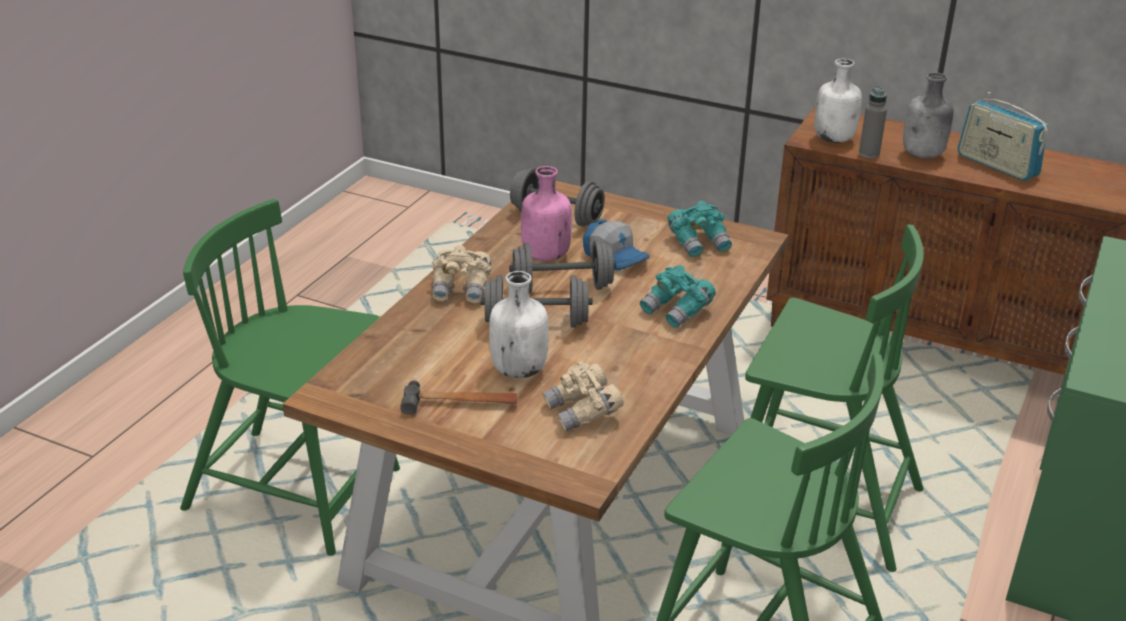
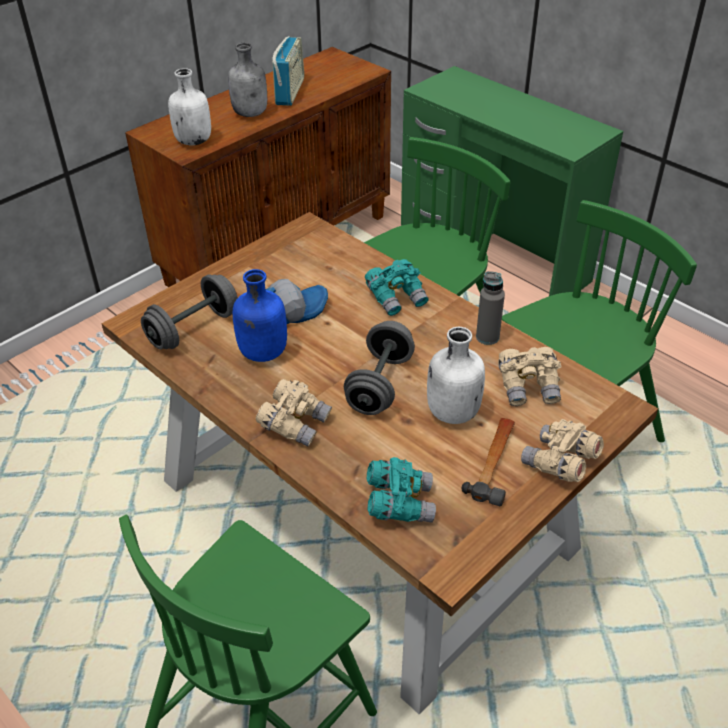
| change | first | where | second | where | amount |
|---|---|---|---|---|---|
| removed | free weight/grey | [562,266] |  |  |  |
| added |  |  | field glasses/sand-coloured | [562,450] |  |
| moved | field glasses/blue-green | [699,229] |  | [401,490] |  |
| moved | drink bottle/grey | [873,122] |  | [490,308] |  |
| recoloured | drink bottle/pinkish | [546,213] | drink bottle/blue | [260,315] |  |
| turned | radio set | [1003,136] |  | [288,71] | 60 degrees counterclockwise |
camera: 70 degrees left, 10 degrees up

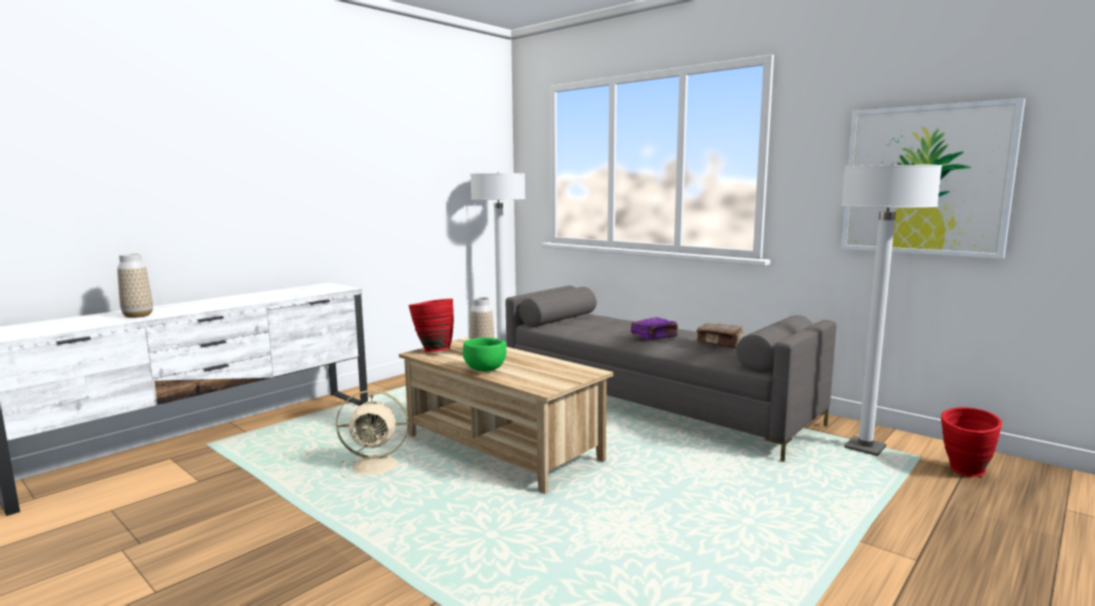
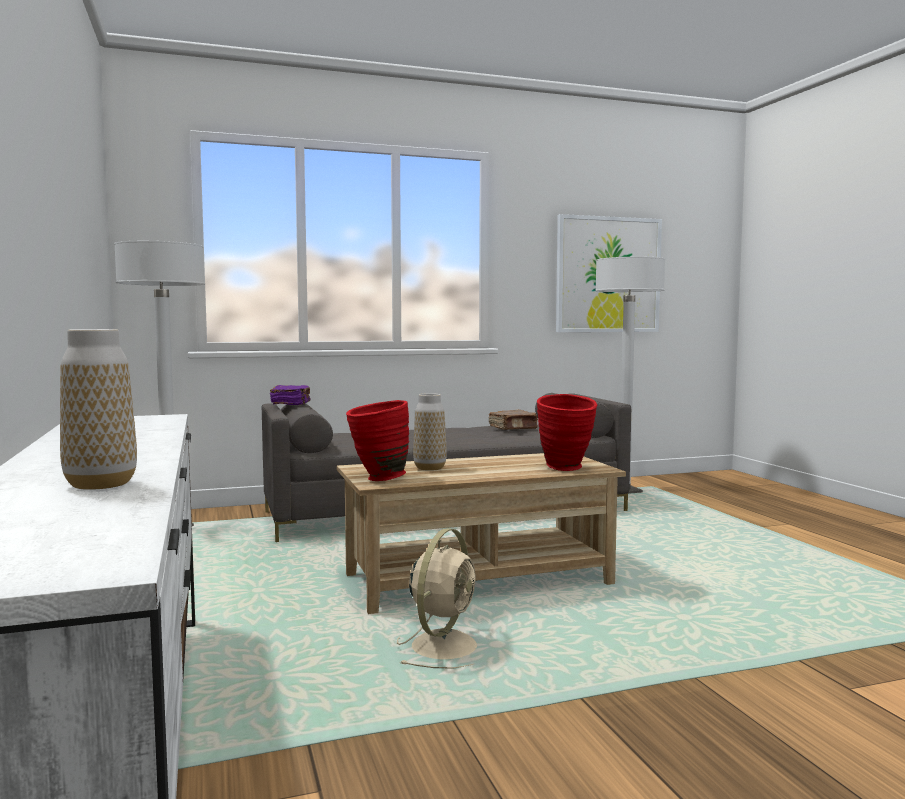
| change | first | where | second | where | amount |
|---|---|---|---|---|---|
| removed | deep dish/green-coloured | [484,354] |  |  |  |
| moved | volume/purplish | [654,328] |  | [290,395] |  |
| moved | vase/red | [971,442] |  | [567,432] |  |
camera: 60 degrees left, 5 degrees down

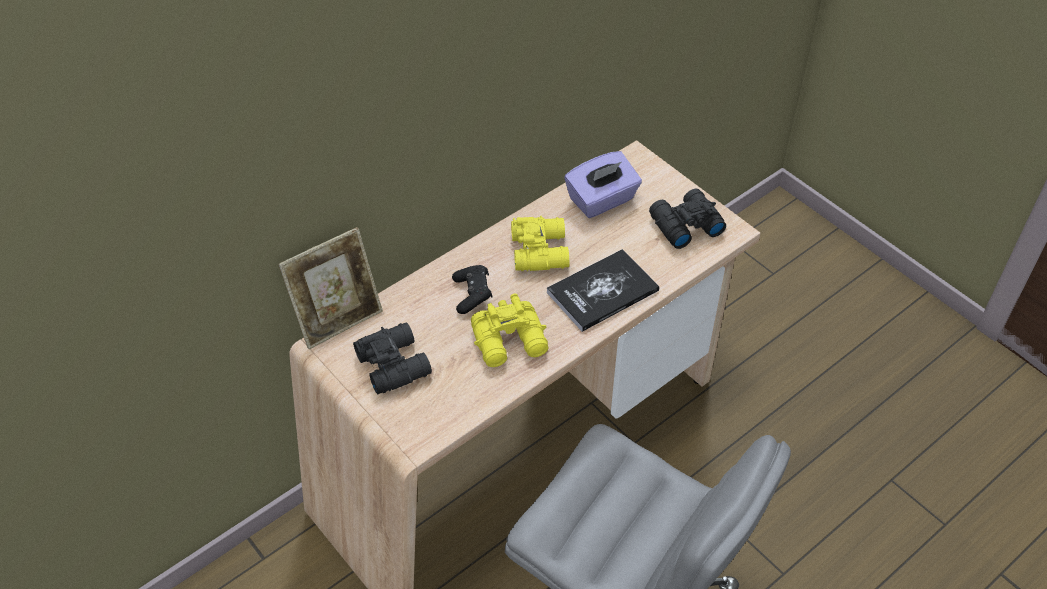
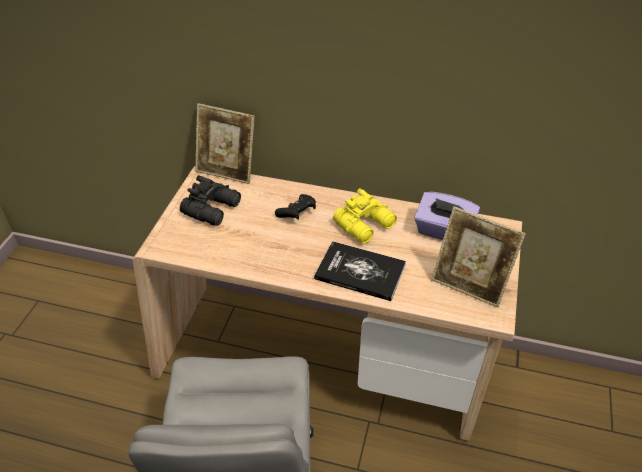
| change | first | where | second | where | amount |
|---|---|---|---|---|---|
| removed | field glasses/yellow-coloured | [509,330] |  |  |  |
| replaced | field glasses/blackish | [687,219] | standing frame | [478,256] |  |
camera: 55 degrees right, 5 degrees down

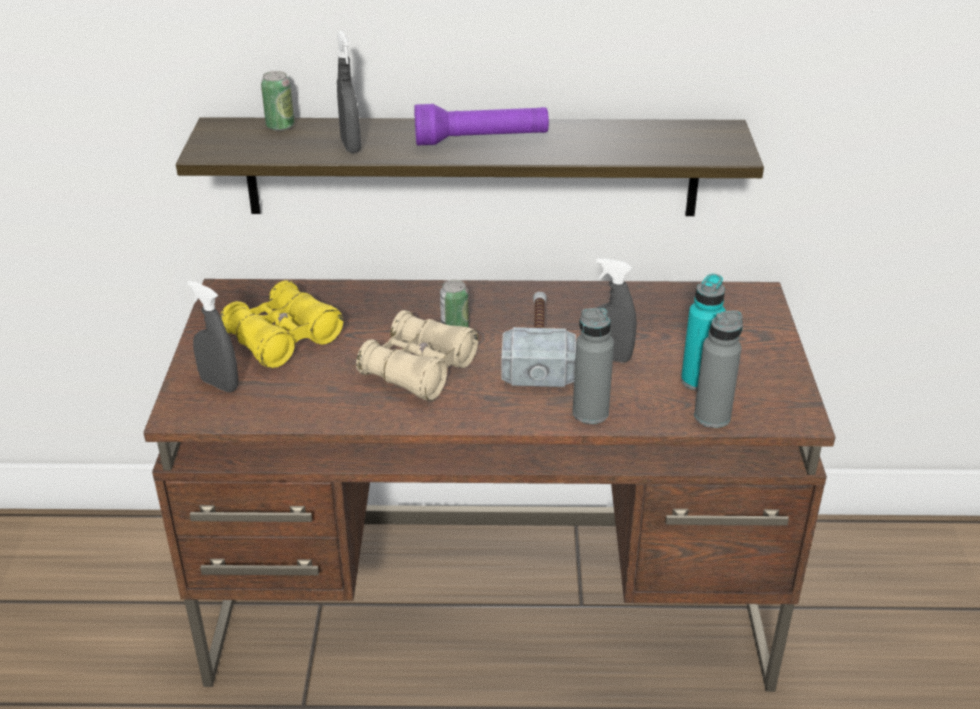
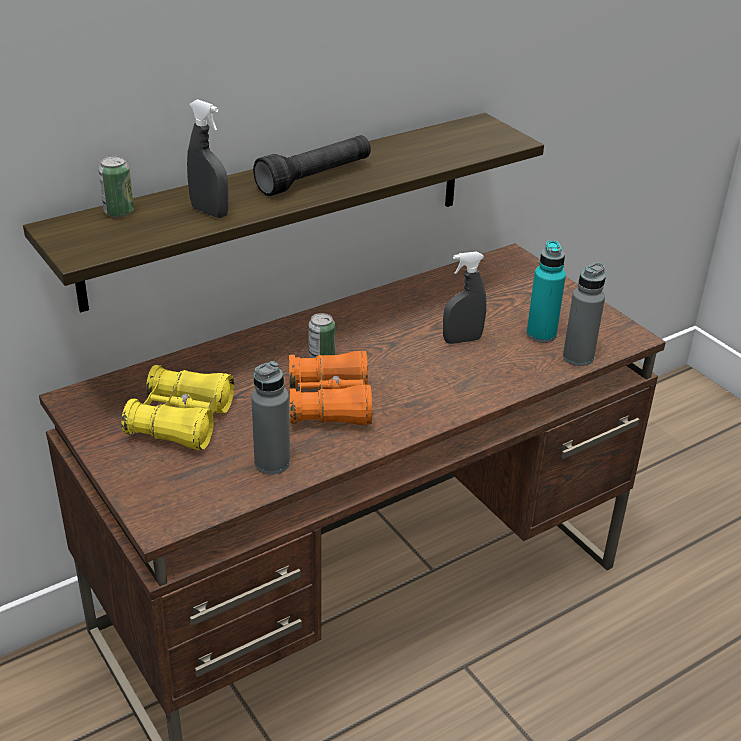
| change | first | where | second | where | amount |
|---|---|---|---|---|---|
| removed | spray bottle/grey | [212,336] |  |  |  |
| removed | hammer | [538,339] |  |  |  |
| moved | drink bottle/grey | [593,366] |  | [270,418] |  |
| recoloured | field glasses/sand-coloured | [417,355] | field glasses/orangey | [330,387] |  |
| recoloured | hand torch/purplish | [481,124] | hand torch/blackish | [312,165] |  |
camera: 35 degrees left, 0 degrees up

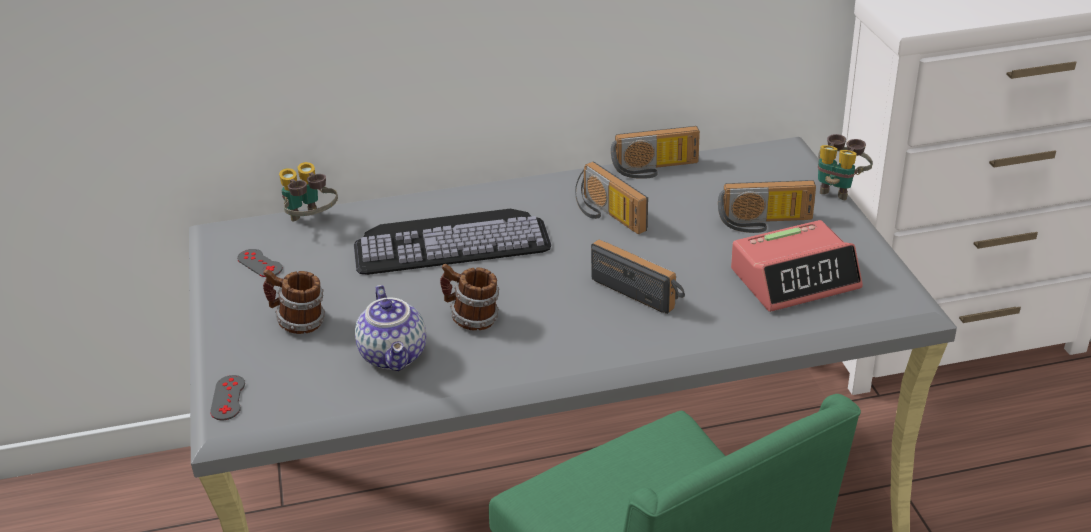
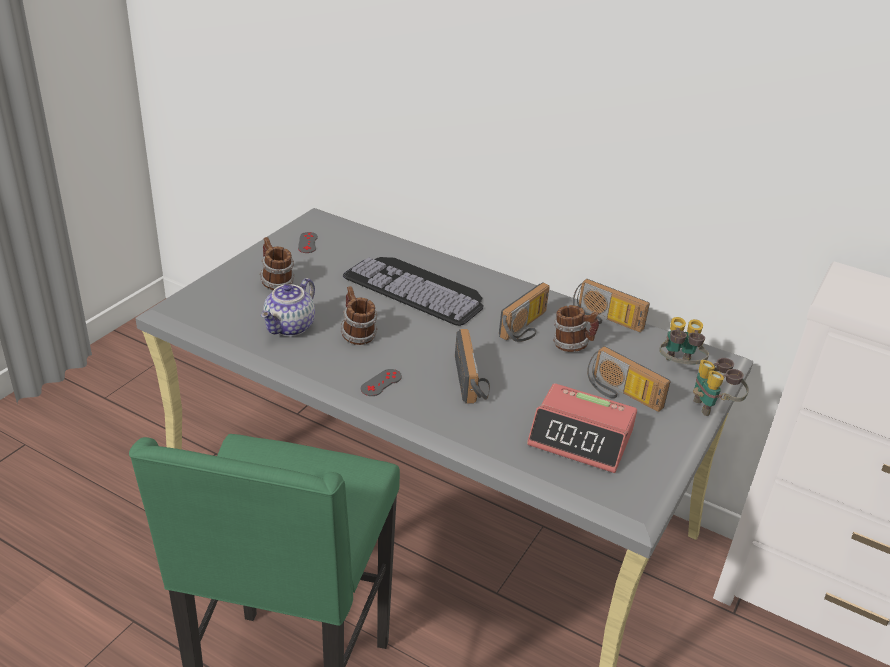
| change | first | where | second | where | amount |
|---|---|---|---|---|---|
| added |  |  | coffee mug | [576,328] |  |
| moved | game controller/grey | [227,397] |  | [381,382] |  |
| moved | field glasses | [308,192] |  | [684,341] |  |
| turned | radio set | [611,197] |  | [524,312] | 150 degrees counterclockwise |
camera: 40 degrees right, 0 degrees up

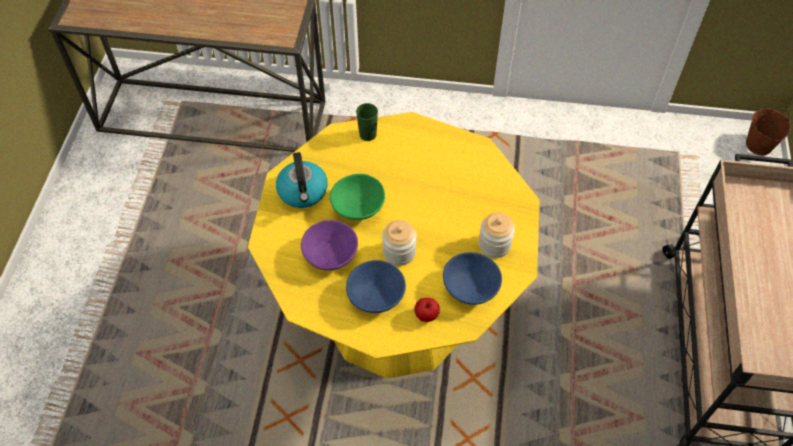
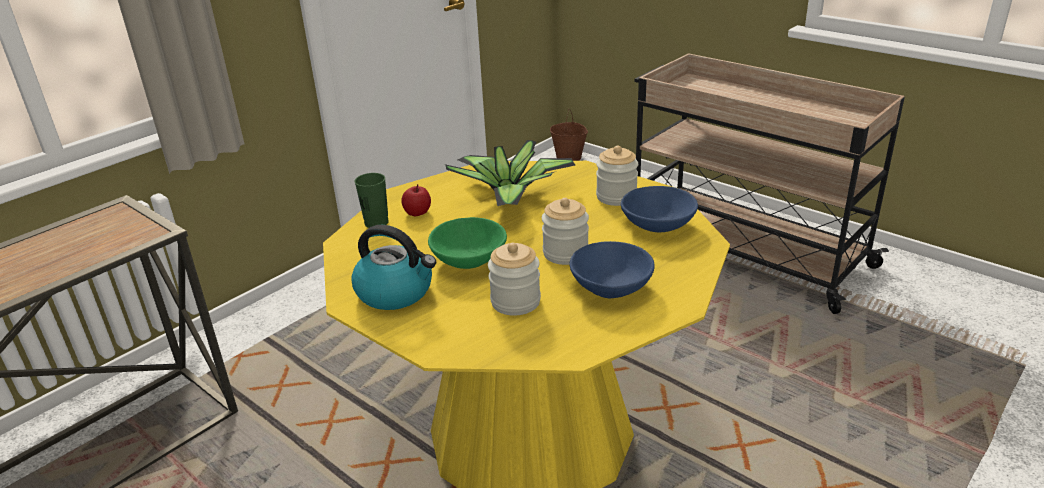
| change | first | where | second | where | amount |
|---|---|---|---|---|---|
| added |  |  | potted plant | [510,173] |  |
| moved | apple fruit | [427,310] |  | [416,200] |  |
| replaced | deep dish/purplish | [329,245] | storage jar | [514,279] |  |
camera: 55 degrees left, 25 degrees down

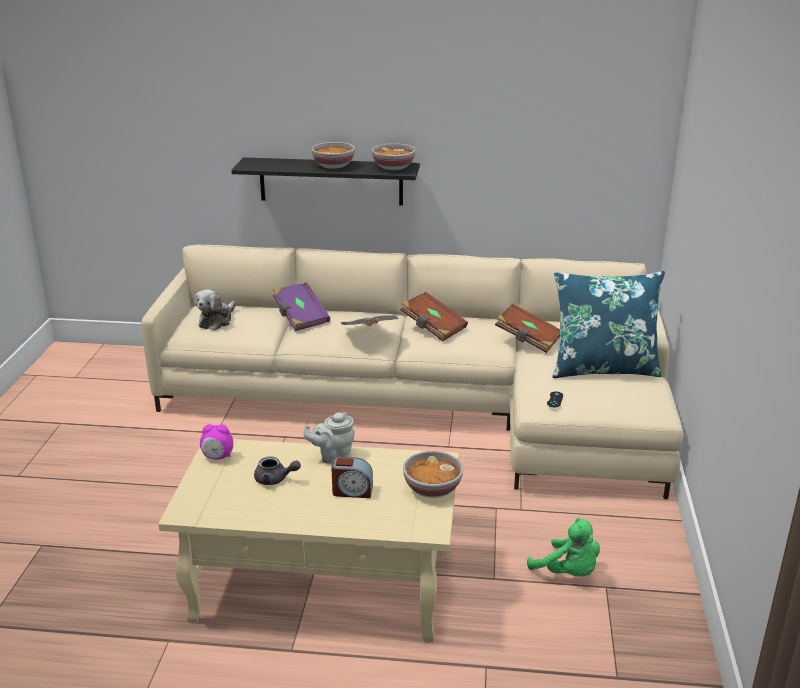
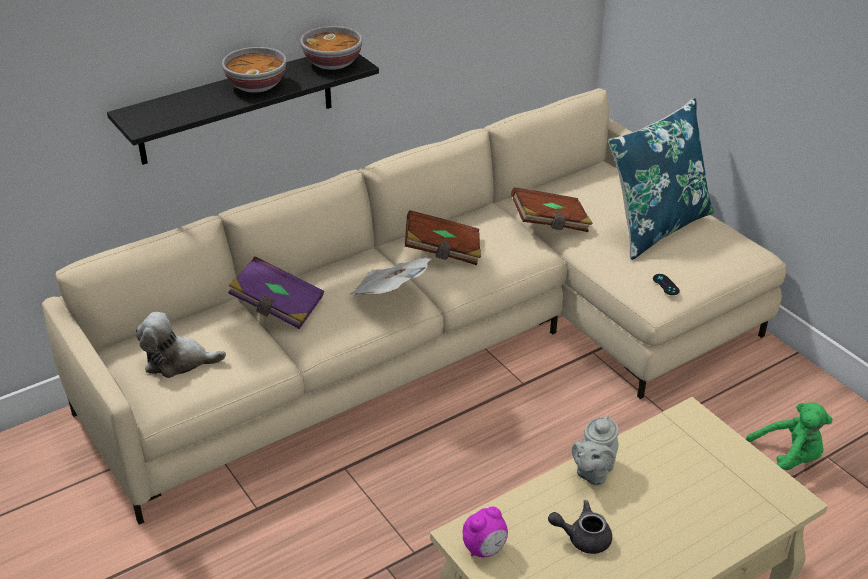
| change | first | where | second | where | amount |
|---|---|---|---|---|---|
| removed | table clock | [352,477] |  |  |  |
| removed | deep dish | [433,474] |  |  |  |
| turned | plush toy | [215,310] |  | [181,345] | 105 degrees clockwise |
| turned | pot for tea/grey | [277,470] |  | [580,527] | 150 degrees counterclockwise |
camera: 40 degrees left, 10 degrees up

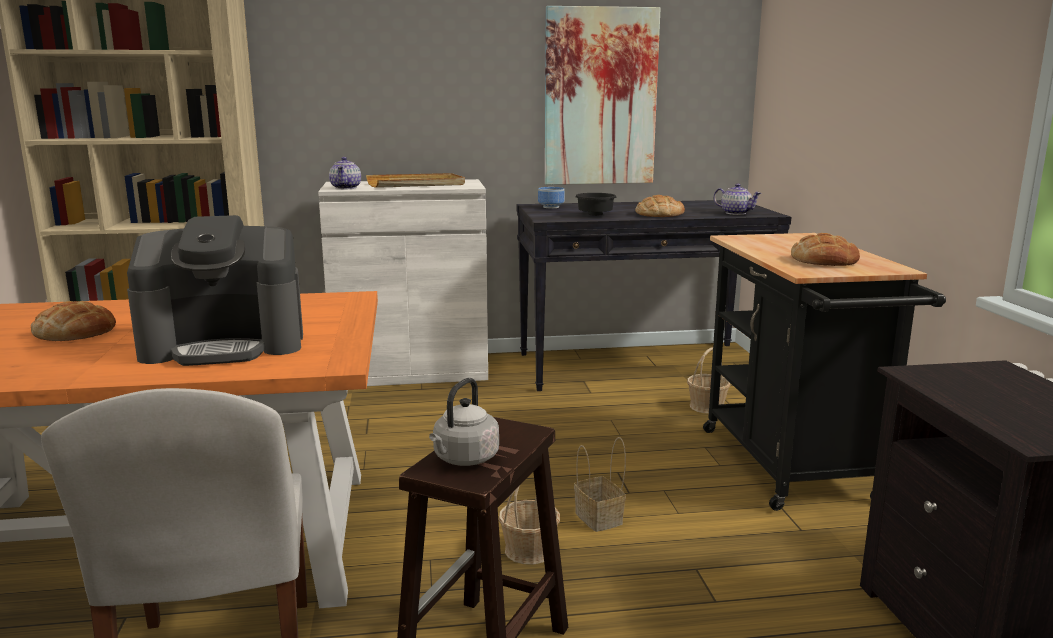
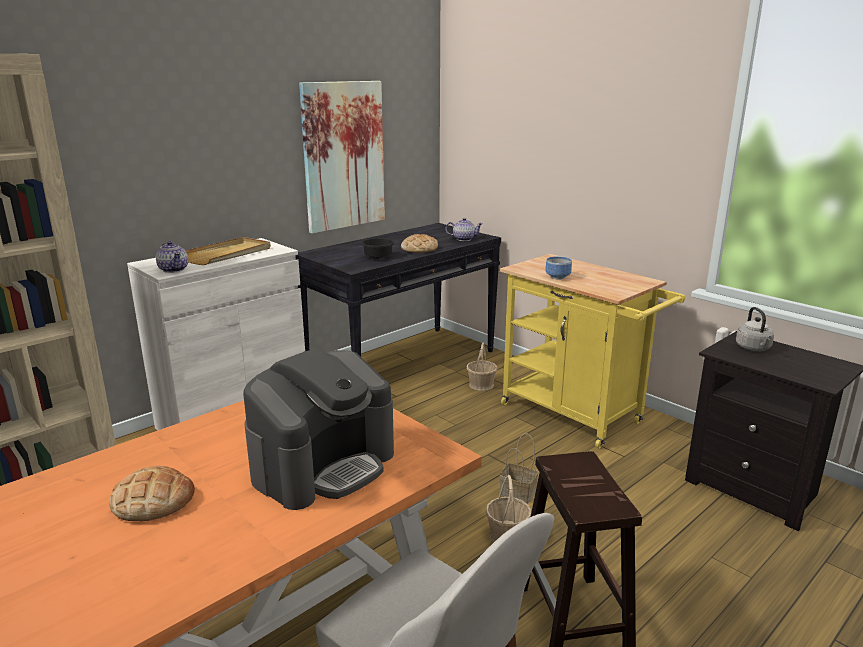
| change | first | where | second | where | amount |
|---|---|---|---|---|---|
| removed | baked bread | [825,249] |  |  |  |
| moved | water kettle/grey | [464,422] |  | [755,329] |  |
| moved | deep dish | [551,197] |  | [558,268] |  |
| recoloured | wheeled cart/blackish | [824,372] | wheeled cart/yellow-coloured | [592,351] |  |
camera: 35 degrees left, 5 degrees up

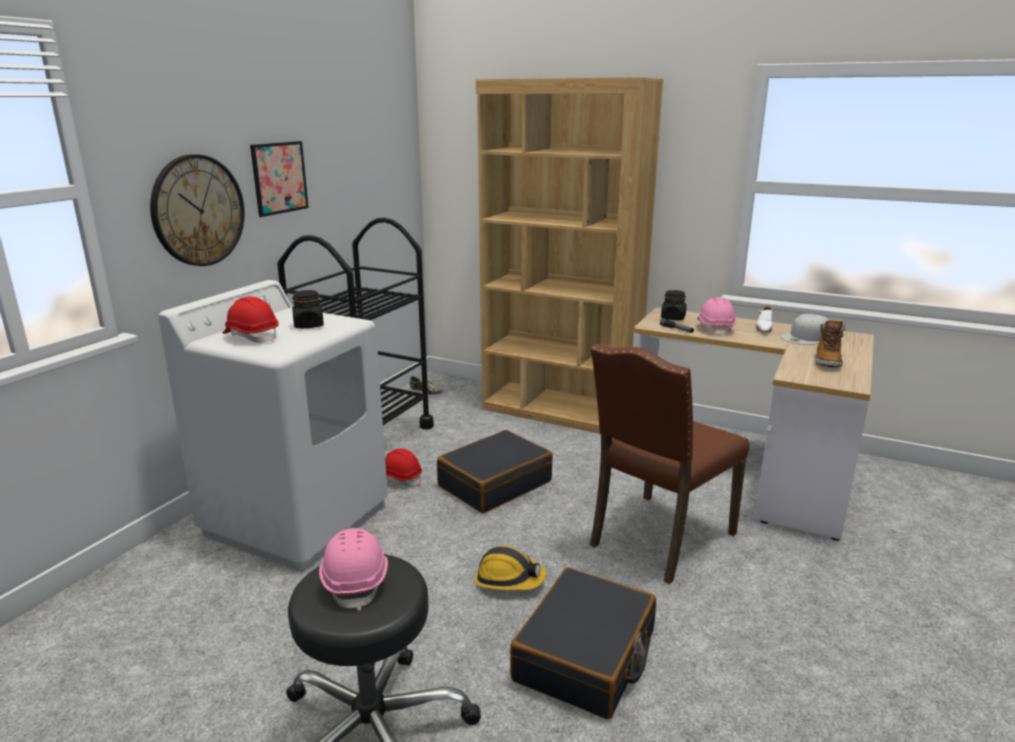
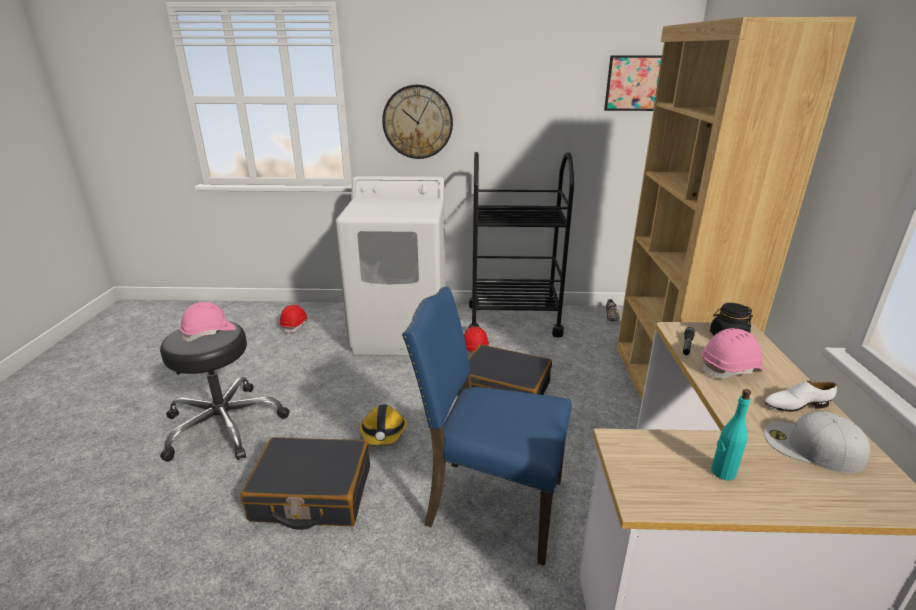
| change | first | where | second | where | amount |
|---|---|---|---|---|---|
| removed | storage jar/blackish | [308,309] |  |  |  |
| moved | safety helmet/red | [251,319] |  | [294,319] |  |
| moved | wall picture | [279,179] |  | [633,83] |  |
| replaced | high-top boot | [829,343] | drink bottle/blue-green | [731,434] |  |
| recoloured | plain chair/brown-coloured | [669,464] | plain chair/blue | [487,426] |  |
camera: 65 degrees right, 5 degrees up

